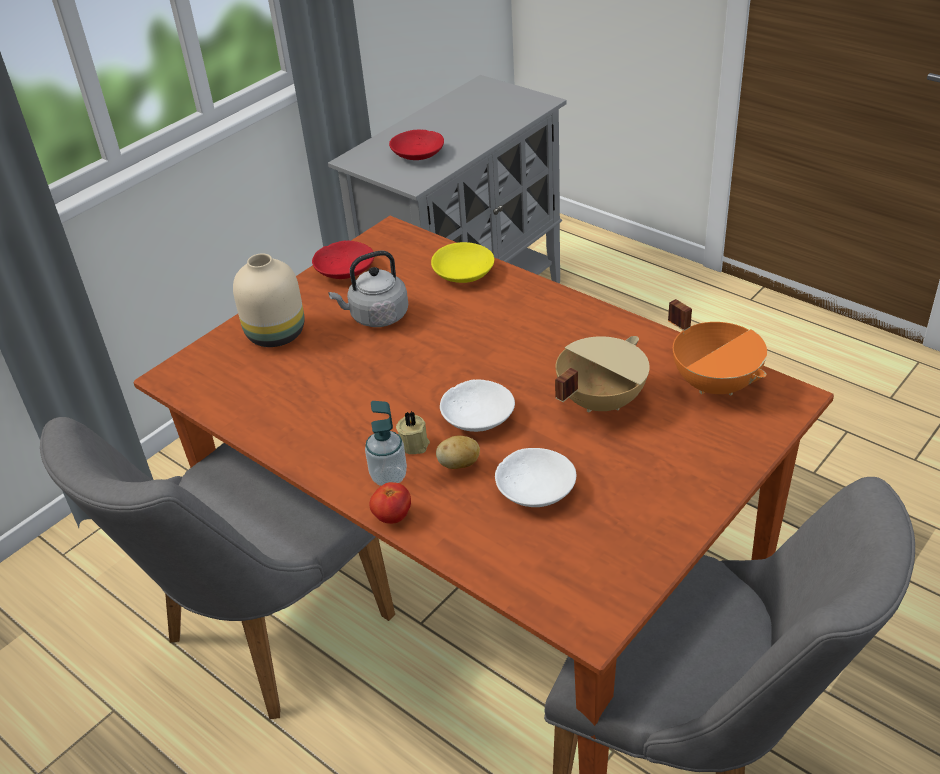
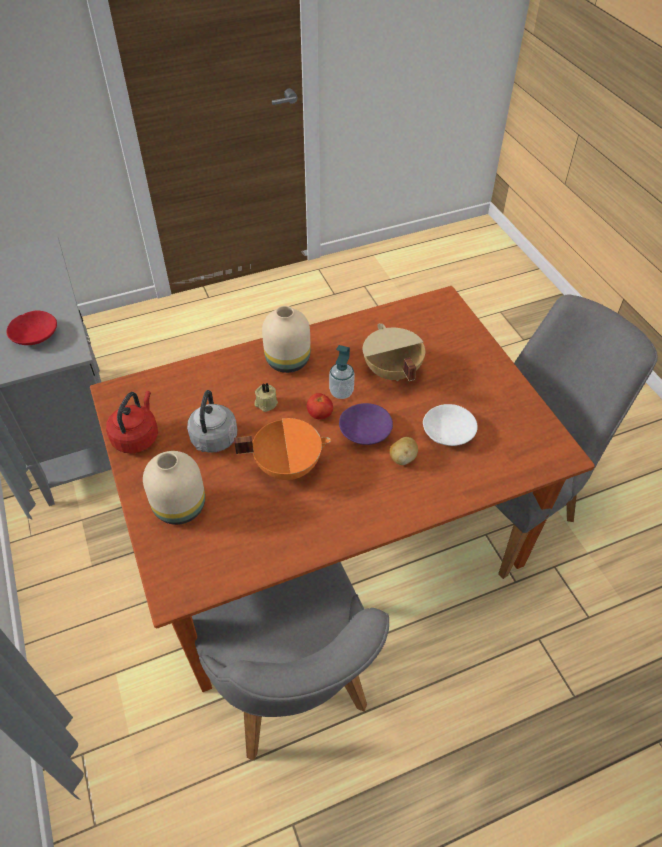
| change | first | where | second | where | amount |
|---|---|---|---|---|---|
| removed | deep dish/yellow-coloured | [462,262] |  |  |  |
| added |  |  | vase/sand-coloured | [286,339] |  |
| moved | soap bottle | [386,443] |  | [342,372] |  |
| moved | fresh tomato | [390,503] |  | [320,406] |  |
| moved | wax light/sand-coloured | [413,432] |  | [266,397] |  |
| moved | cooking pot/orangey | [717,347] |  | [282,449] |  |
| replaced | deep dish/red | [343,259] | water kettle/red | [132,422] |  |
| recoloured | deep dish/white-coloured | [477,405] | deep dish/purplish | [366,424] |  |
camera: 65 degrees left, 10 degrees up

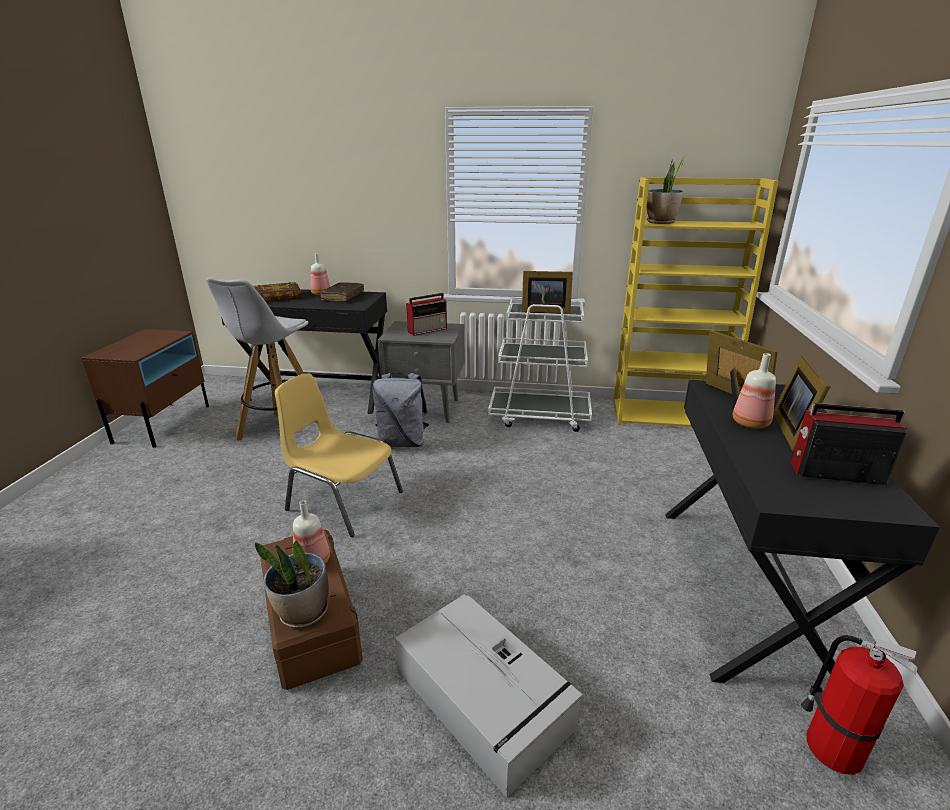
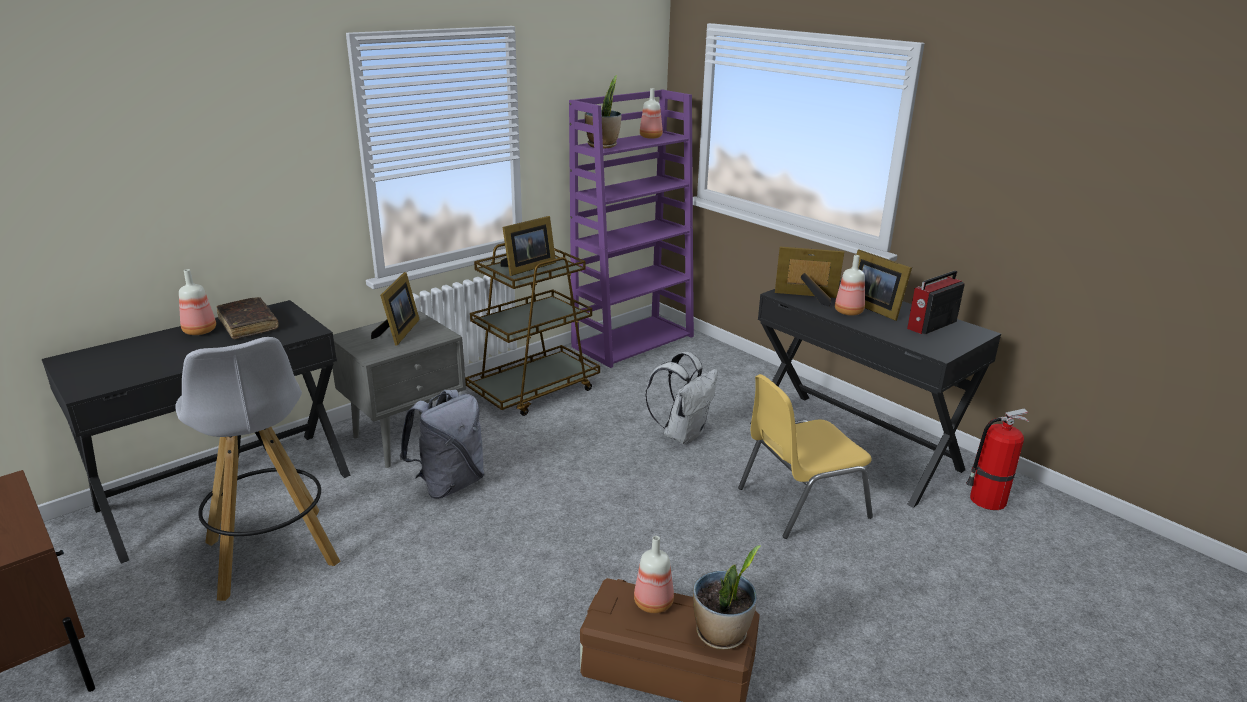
| change | first | where | second | where | amount |
|---|---|---|---|---|---|
| removed | volume | [277,292] |  |  |  |
| removed | storage container/grey | [489,696] |  |  |  |
| added |  |  | drink bottle | [651,113] |  |
| added |  |  | backpack/white-coloured | [681,398] |  |
| moved | plain chair/yellow-coloured | [339,455] |  | [805,456] |  |
| replaced | radio set | [426,314] | standing frame | [395,309] |  |
| recoloured | wheeled cart/white-coloured | [540,364] | wheeled cart/brown-coloured | [532,329] |  |
| recoloured | shelving unit/yellow-coloured | [696,302] | shelving unit/purplish | [631,228] |  |
camera: 50 degrees left, 0 degrees up

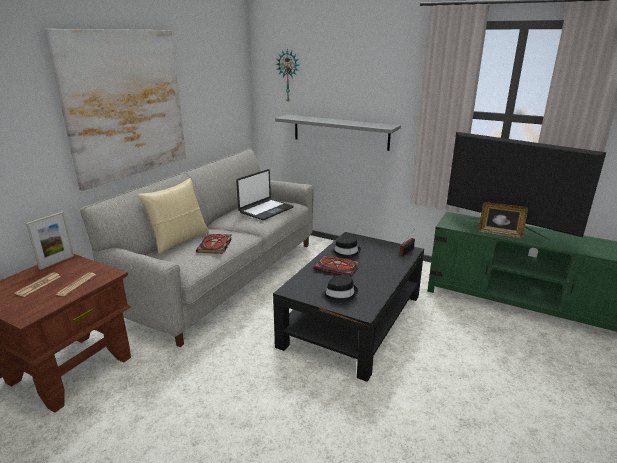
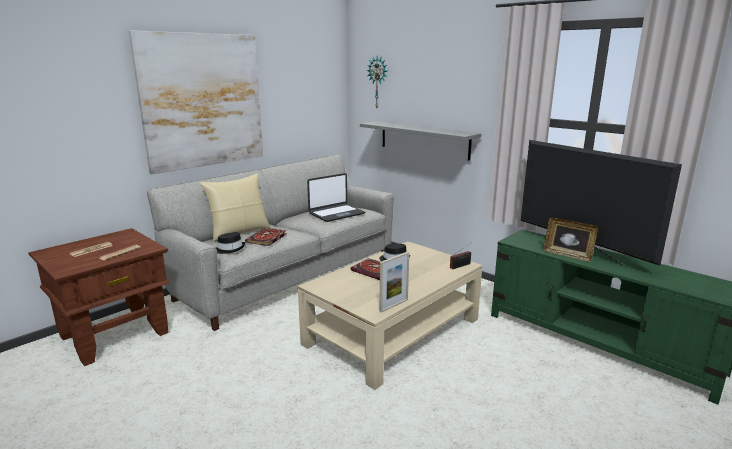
| change | first | where | second | where | amount |
|---|---|---|---|---|---|
| moved | standing frame | [50,241] |  | [394,282] |  |
| moved | clothing hat/blackish | [339,289] |  | [230,243] |  |
| recoloured | lounge table/blackish | [348,307] | lounge table/sand-coloured | [390,315] |  |
camera: 15 degrees right, 5 degrees down

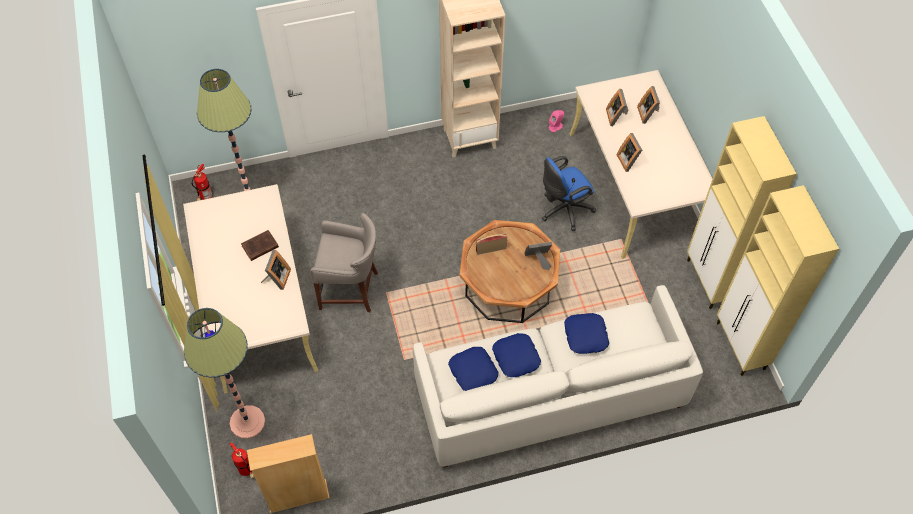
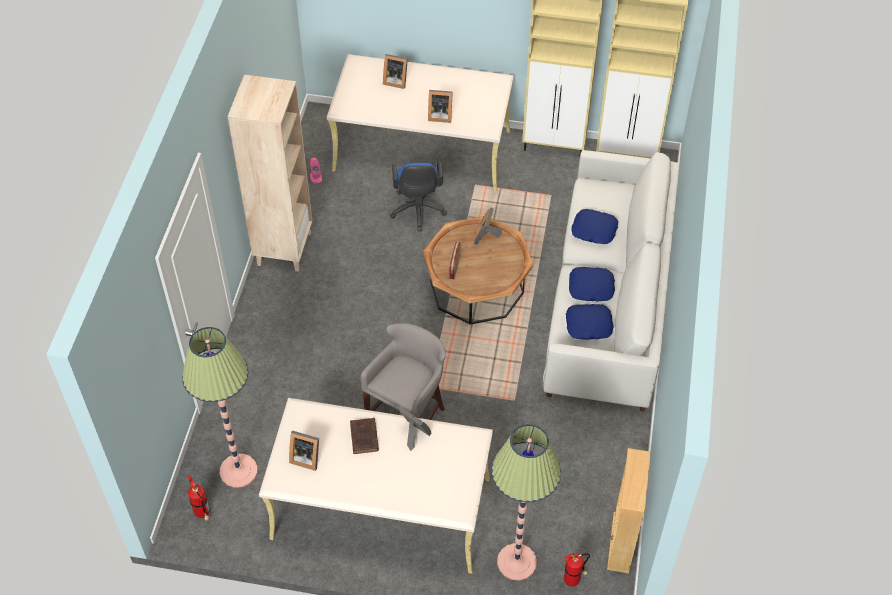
| change | first | where | second | where | amount |
|---|---|---|---|---|---|
| moved | standing frame | [617,107] |  | [304,450] |  |
camera: 65 degrees left, 5 degrees down

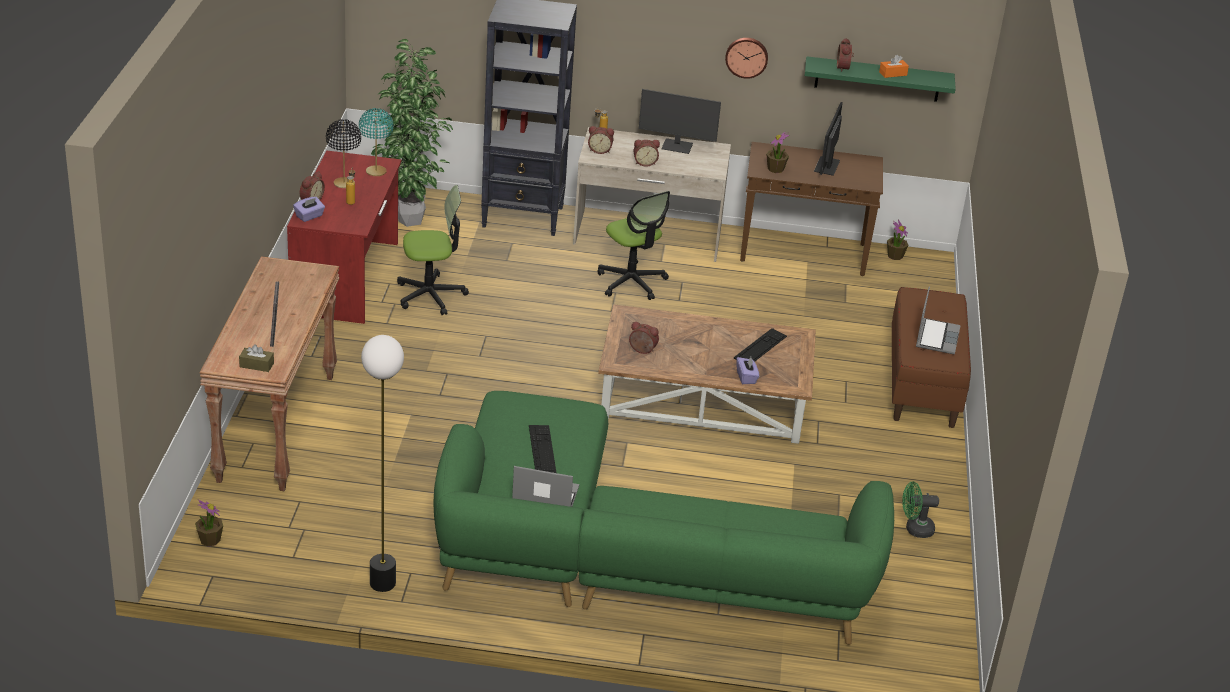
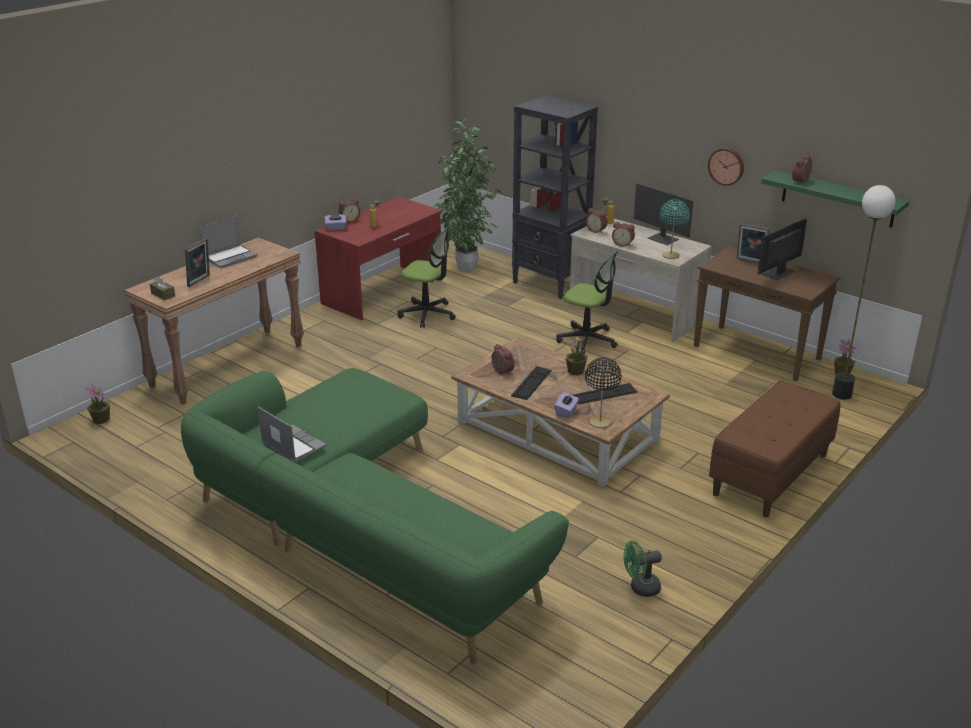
| change | first | where | second | where | amount |
|---|---|---|---|---|---|
| removed | tissue holder/orangey | [894,66] |  |  |  |
| added |  |  | standing frame | [753,243] |  |
| moved | tabletop lamp/blackish | [343,153] |  | [603,392] |  |
| moved | tabletop lamp/blue-green | [376,142] |  | [675,229] |  |
| moved | standing lamp | [382,463] |  | [864,292] |  |
| moved | PC keyboard | [542,449] |  | [531,383] |  |
| moved | potted plant | [777,152] |  | [577,355] |  |
| moved | laptop | [938,320] |  | [228,242] |  |
| turned | desk chair | [633,245] |  | [587,302] | 60 degrees counterclockwise |
| turned | fan/green-coloured | [920,510] |  | [642,569] | 45 degrees counterclockwise |
camera: 35 degrees right, 5 degrees down

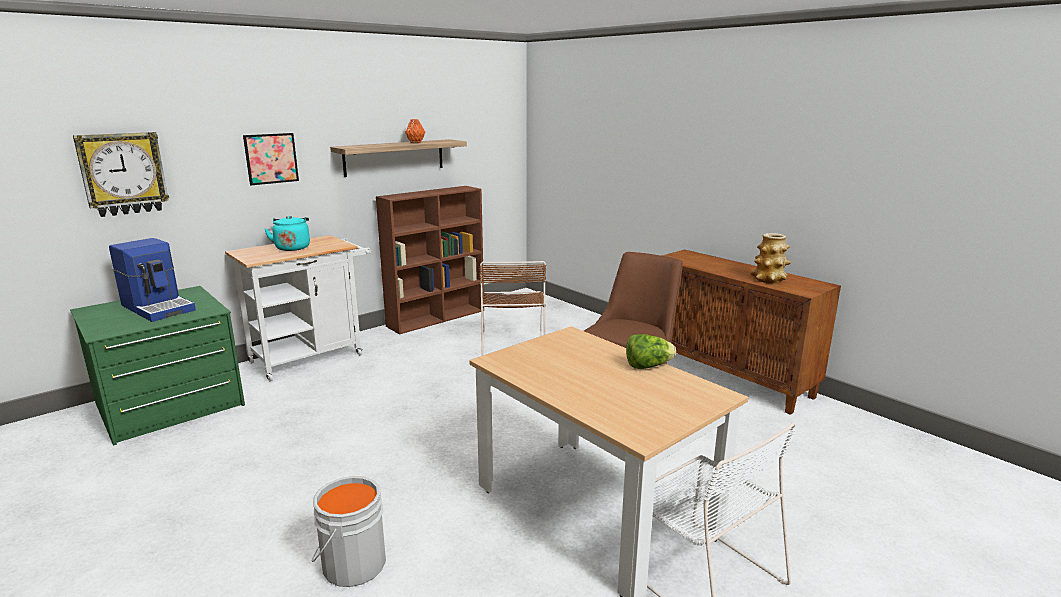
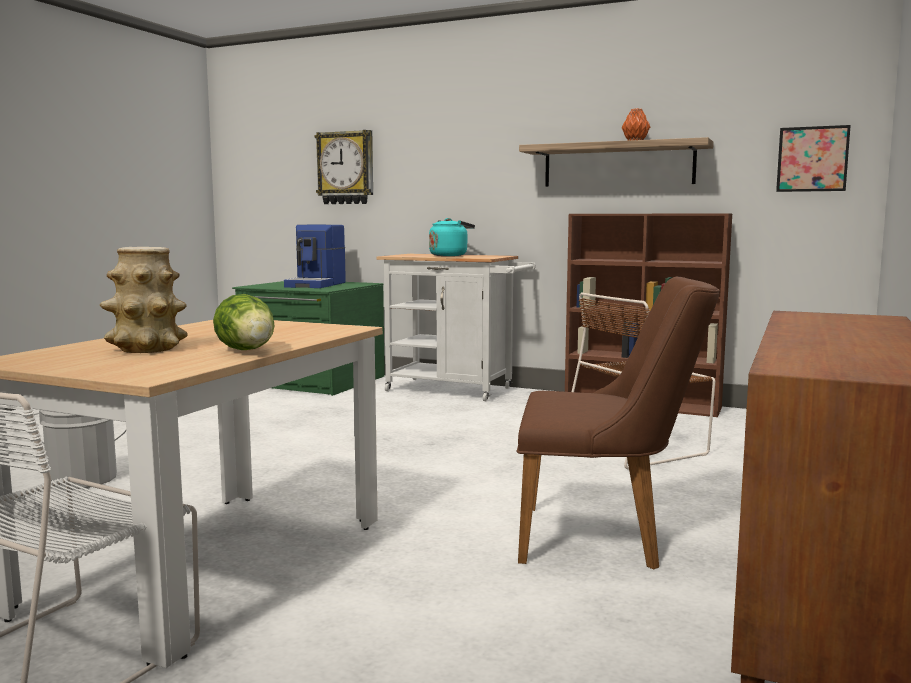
| change | first | where | second | where | amount |
|---|---|---|---|---|---|
| moved | wall picture | [271,159] |  | [813,158] |  |
| moved | vase | [770,258] |  | [144,300] |  |
camera: 65 degrees right, 10 degrees down

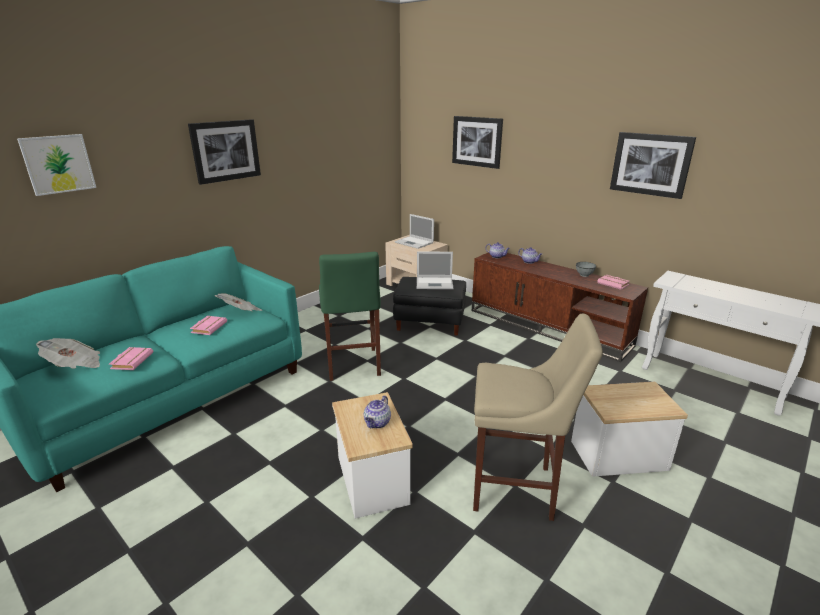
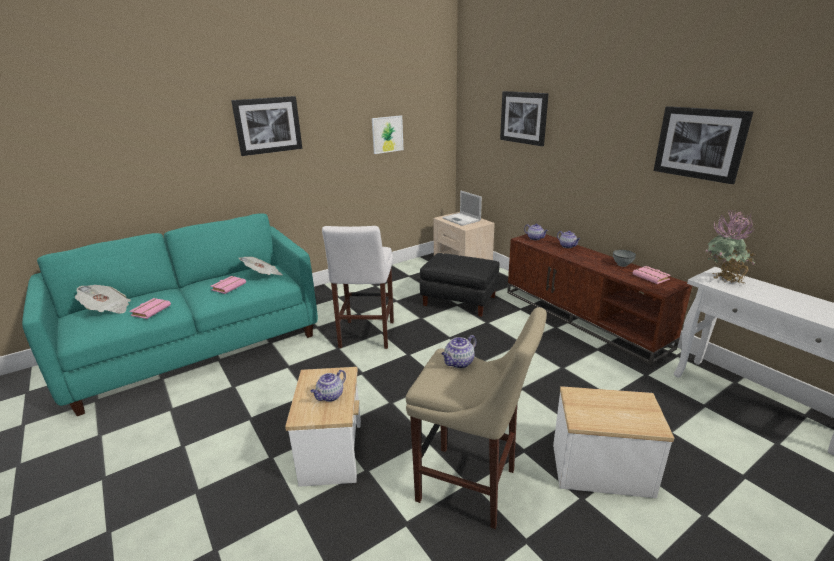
| change | first | where | second | where | amount |
|---|---|---|---|---|---|
| removed | laptop | [435,270] |  |  |  |
| added |  |  | pot for tea | [459,351] |  |
| added |  |  | potted plant | [731,246] |  |
| moved | wall picture | [56,165] |  | [387,134] |  |
| recoloured | sitting stool/green-coloured | [350,316] | sitting stool/white-coloured | [358,287] |  |
camera: 15 degrees right, 0 degrees up

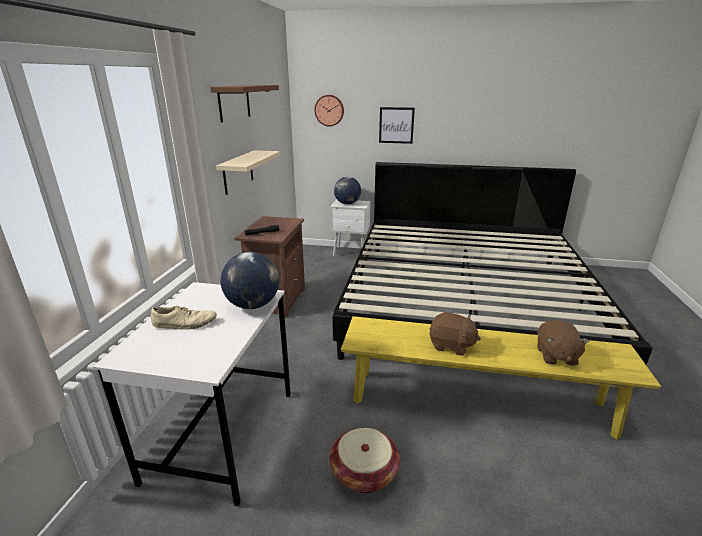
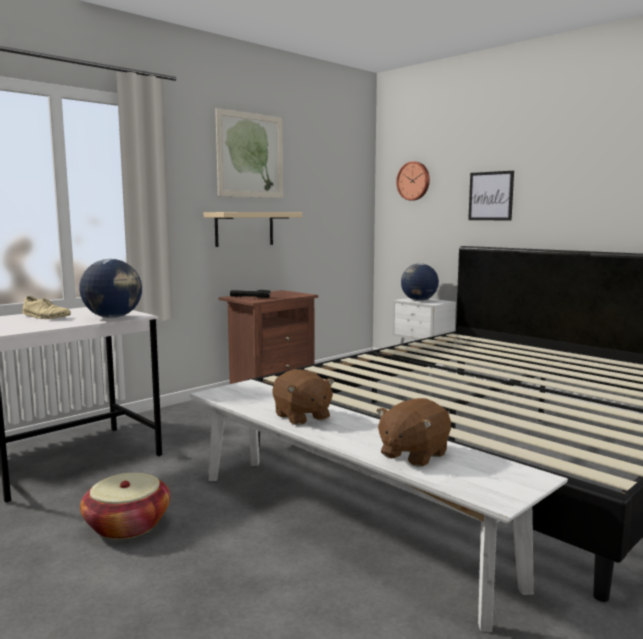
| change | first | where | second | where | amount |
|---|---|---|---|---|---|
| replaced | bracket shelf/brown-coloured | [244,103] | wall picture | [249,153] |  |
| recoloured | long seat/yellow-coloured | [501,378] | long seat/white-coloured | [379,505] |  |
camera: 35 degrees right, 15 degrees down

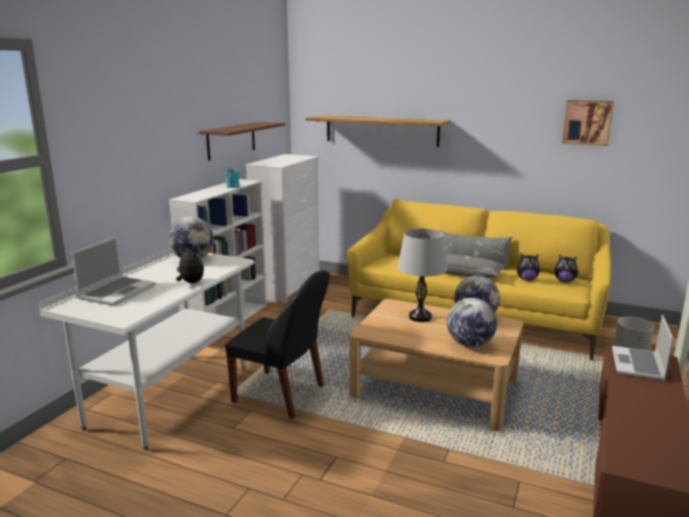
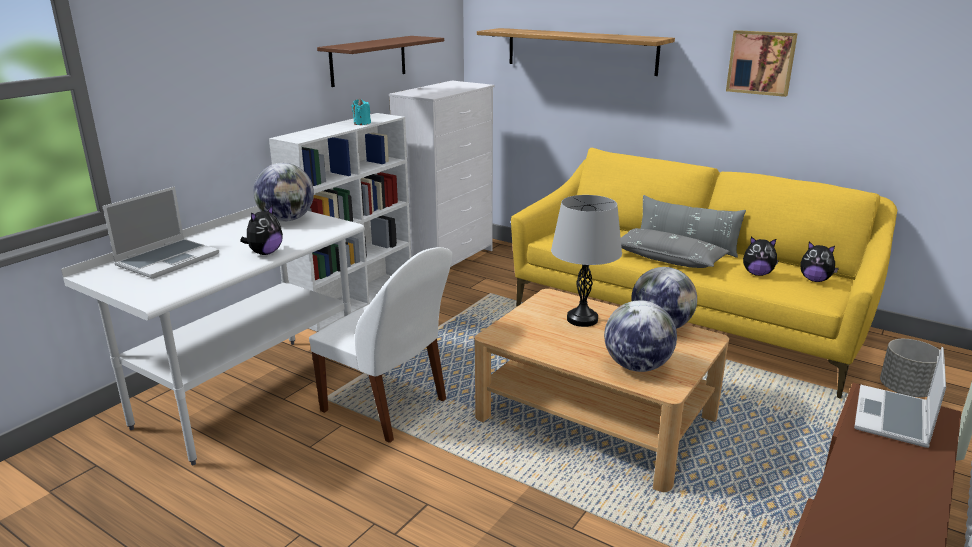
| change | first | where | second | where | amount |
|---|---|---|---|---|---|
| moved | wall picture | [588,123] |  | [762,63] |  |
| recoloured | plain chair/blackish | [277,344] | plain chair/white-coloured | [381,345] |  |
| turned | plush toy | [190,265] |  | [261,230] | 60 degrees clockwise |
camera: 10 degrees right, 5 degrees up

